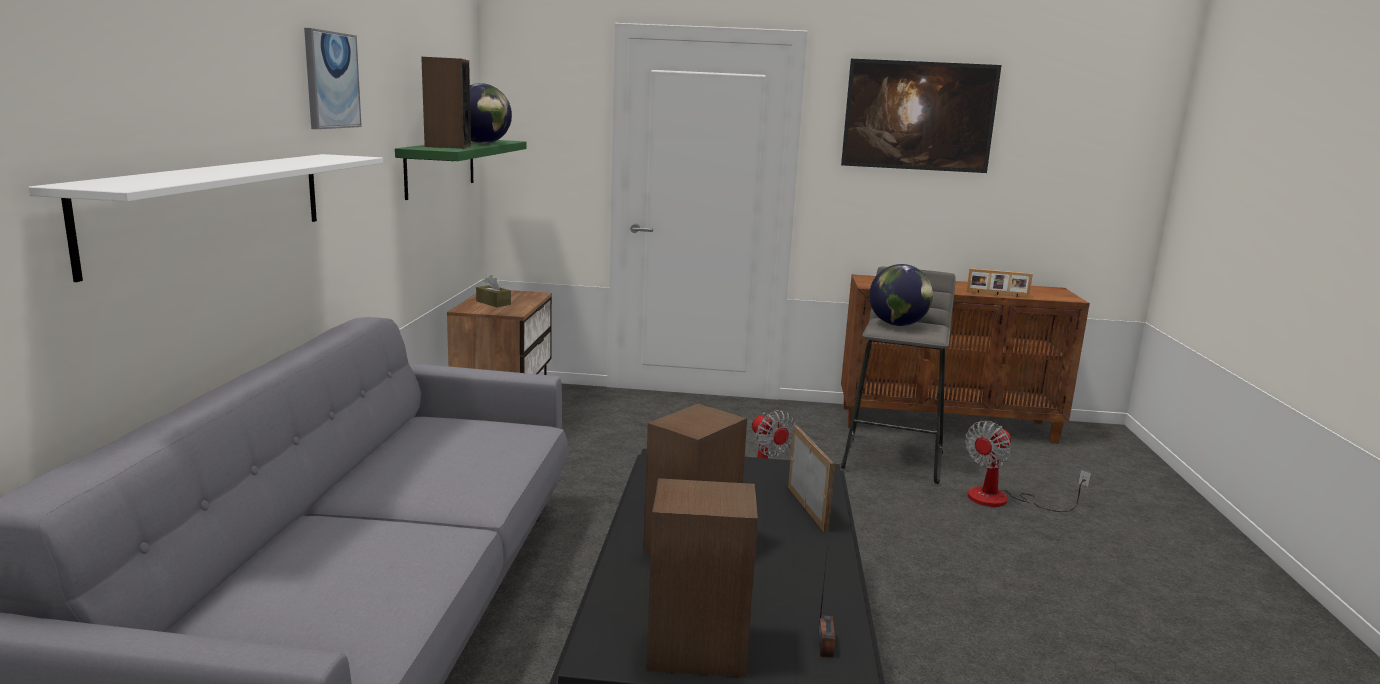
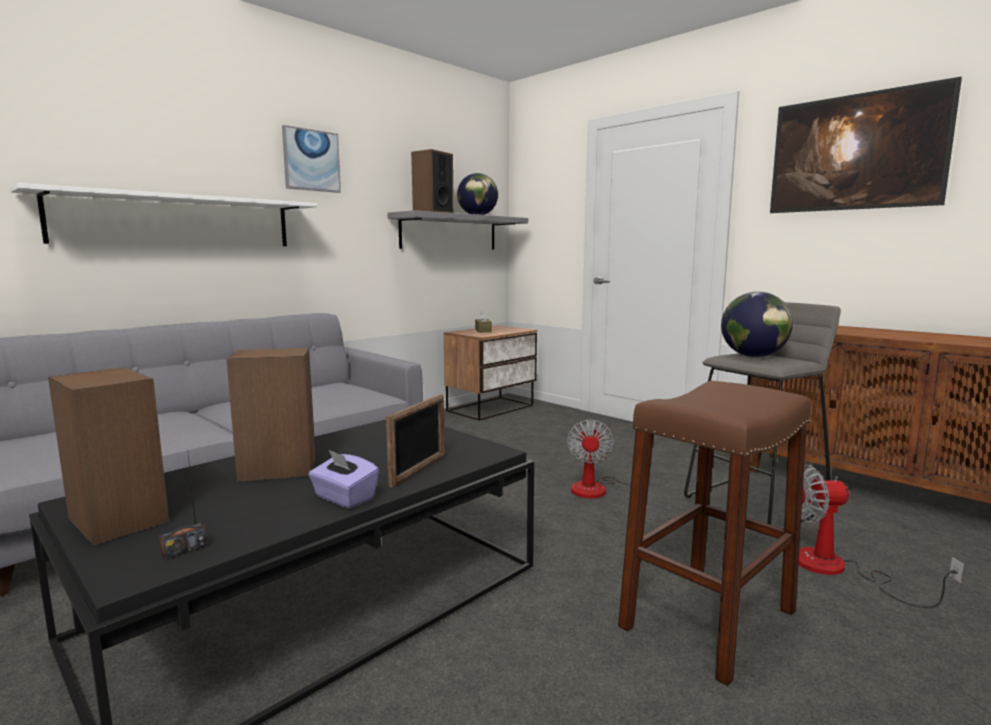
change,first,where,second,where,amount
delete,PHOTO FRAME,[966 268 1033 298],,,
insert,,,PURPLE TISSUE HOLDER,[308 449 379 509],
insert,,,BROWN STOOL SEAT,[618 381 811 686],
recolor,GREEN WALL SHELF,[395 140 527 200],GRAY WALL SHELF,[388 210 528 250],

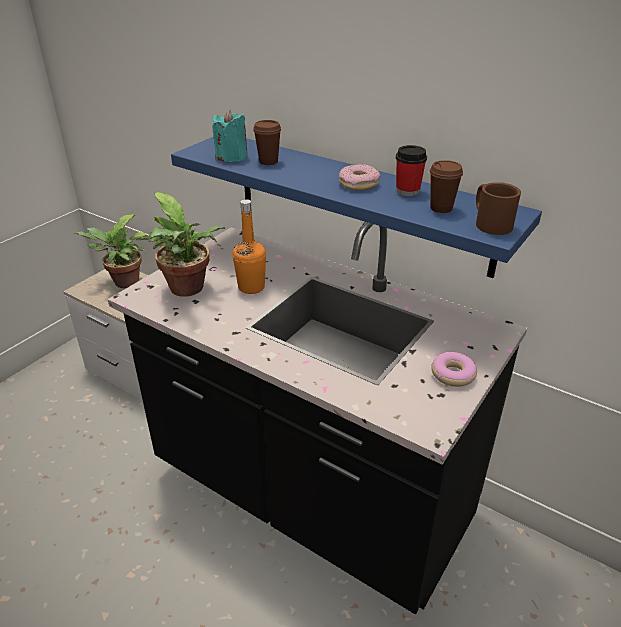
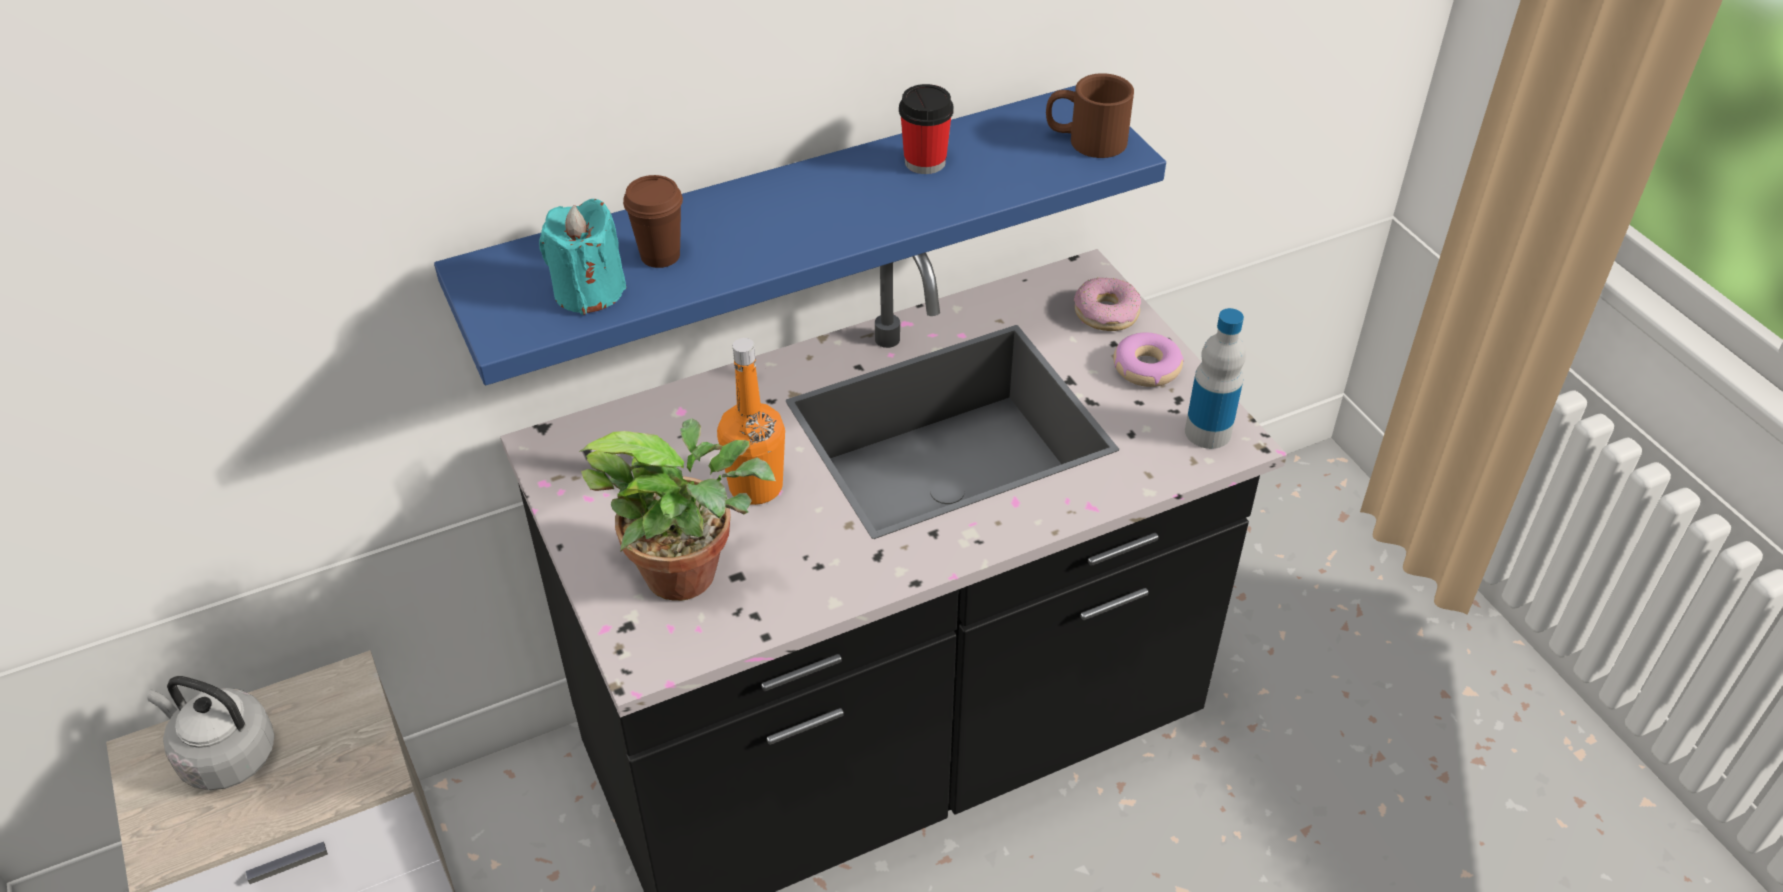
change,first,where,second,where,amount
delete,BROWN CUP,[429 160 463 213],,,
insert,,,BOTTLE,[1185 308 1246 449],
move,DOUGHNUT,[339 164 381 191],,[1074 277 1141 331],
replace,HOUSEPLANT,[74 214 149 288],GRAY TEA KETTLE,[147 676 275 790],

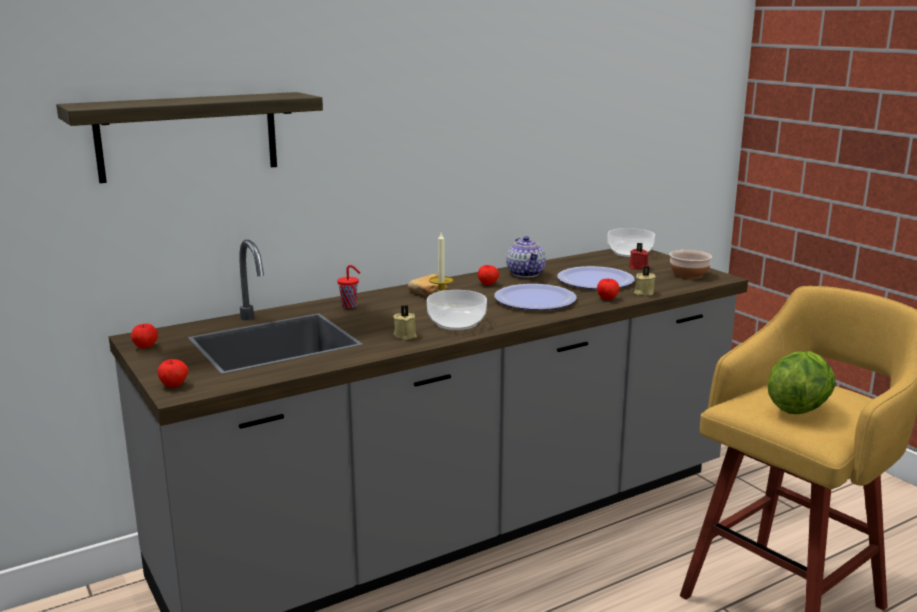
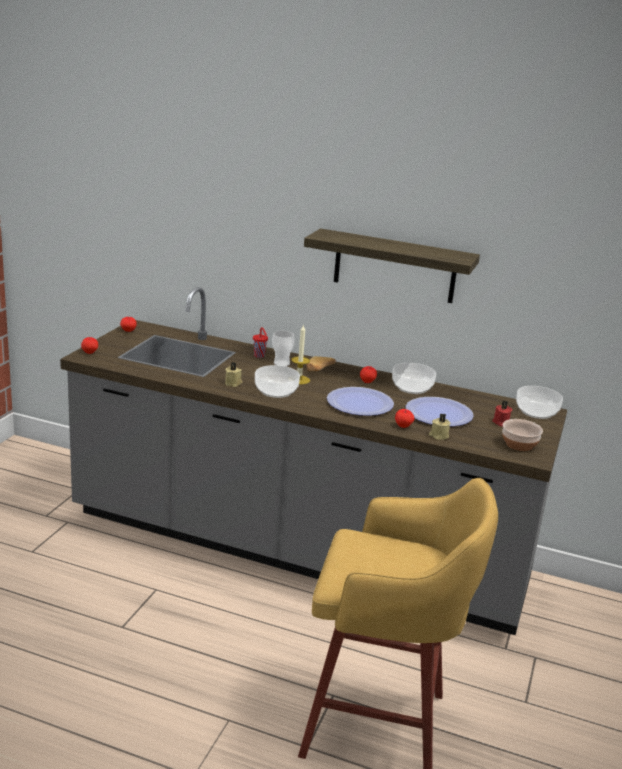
change,first,where,second,where,amount
delete,LETTUCE HEAD,[767 351 836 414],,,
insert,,,CUP,[272 331 295 367],
move,WALL SHELF,[56 92 323 183],,[304 228 480 303],
replace,POT FOR TEA,[506 236 546 278],DEEP DISH,[392 363 436 394],

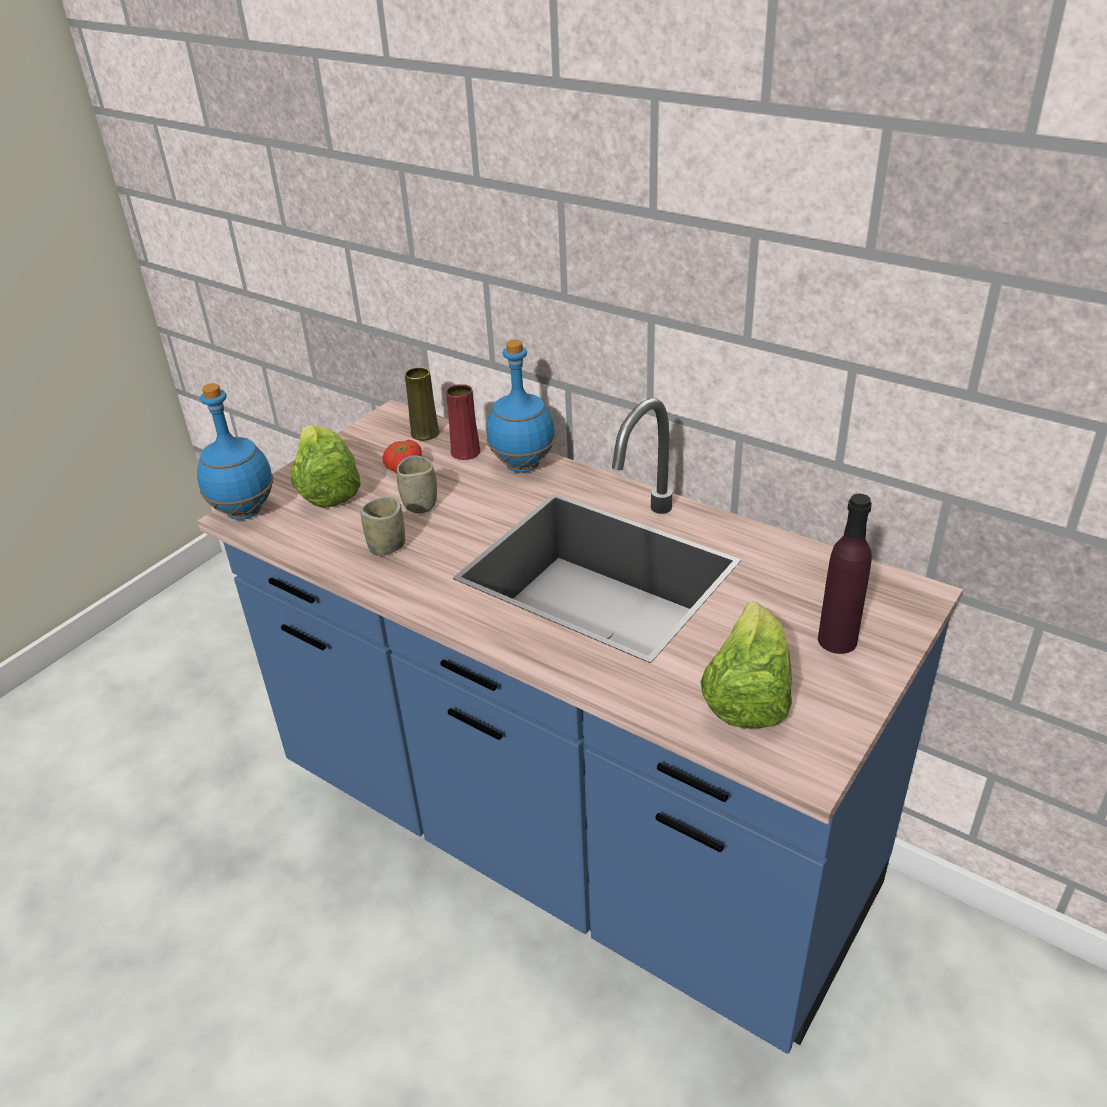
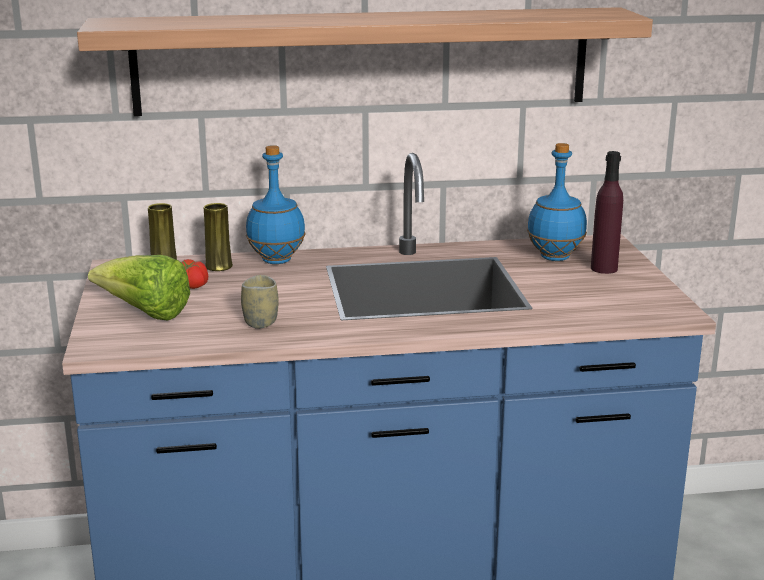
change,first,where,second,where,amount
delete,CUP,[397 455 437 513],,,
delete,LETTUCE HEAD,[700 601 792 728],,,
insert,,,WALL SHELF,[77 7 653 116],
move,BLUE-COLOURED BOTTLE,[197 383 273 520],,[527 143 587 261],
recolor,RED VASE,[446 384 481 460],YELLOWISH VASE,[204 203 233 271],

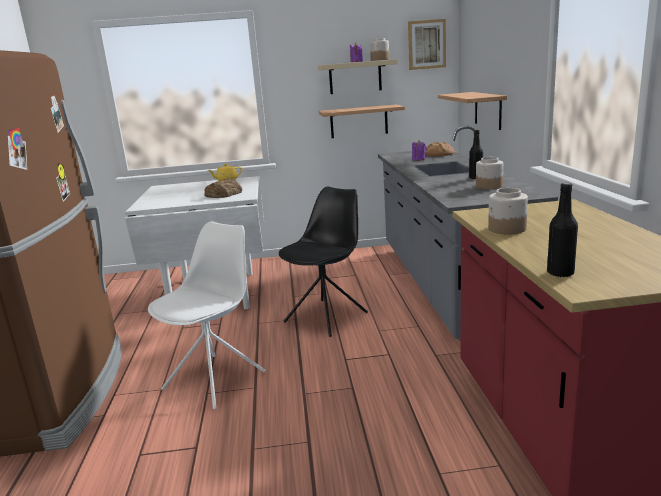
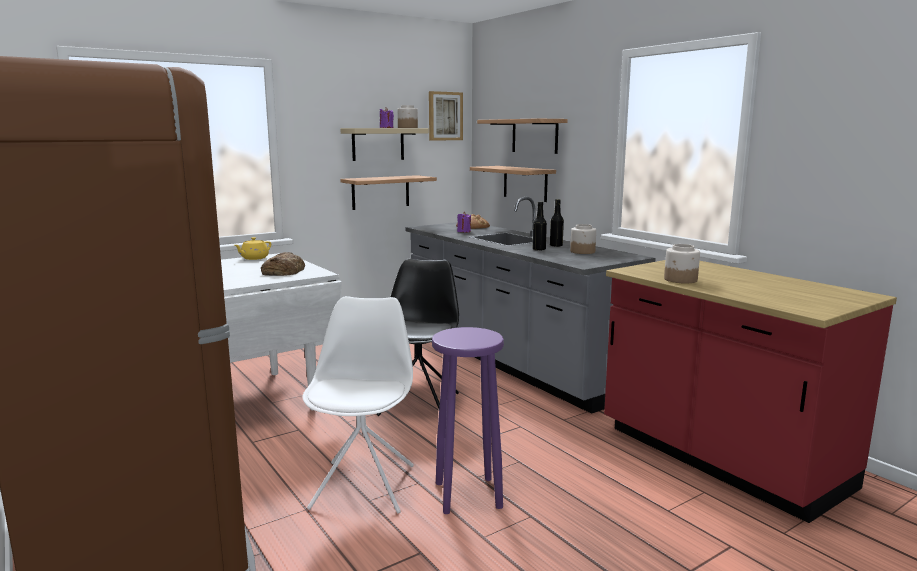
change,first,where,second,where,amount
insert,,,PURPLE STOOL SEAT,[432 327 504 514],
insert,,,WALL SHELF,[477 118 568 154],
move,BLACKISH BOTTLE,[547 183 578 277],,[533 201 547 251],

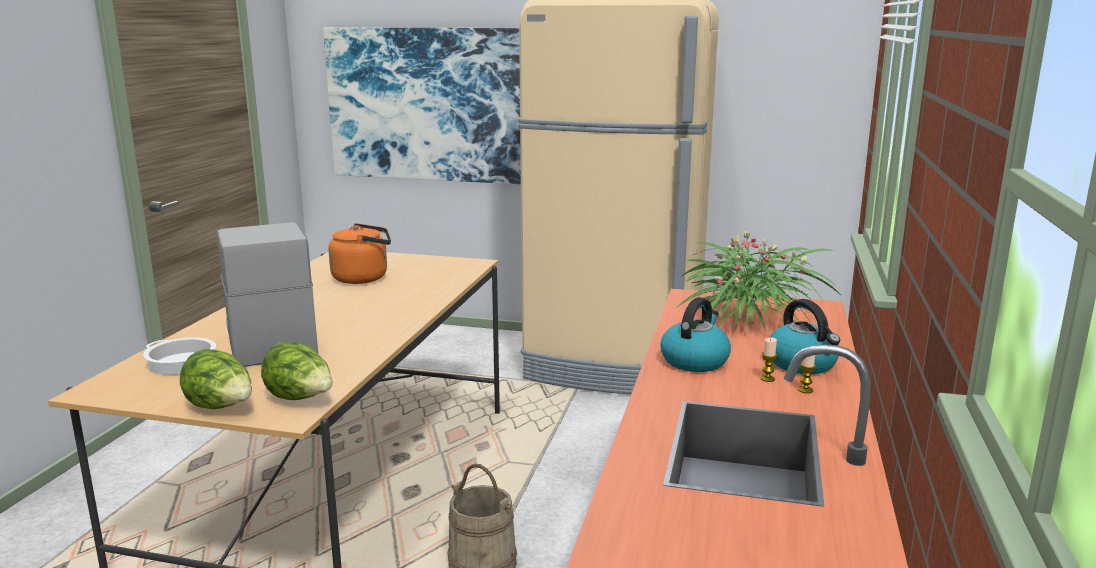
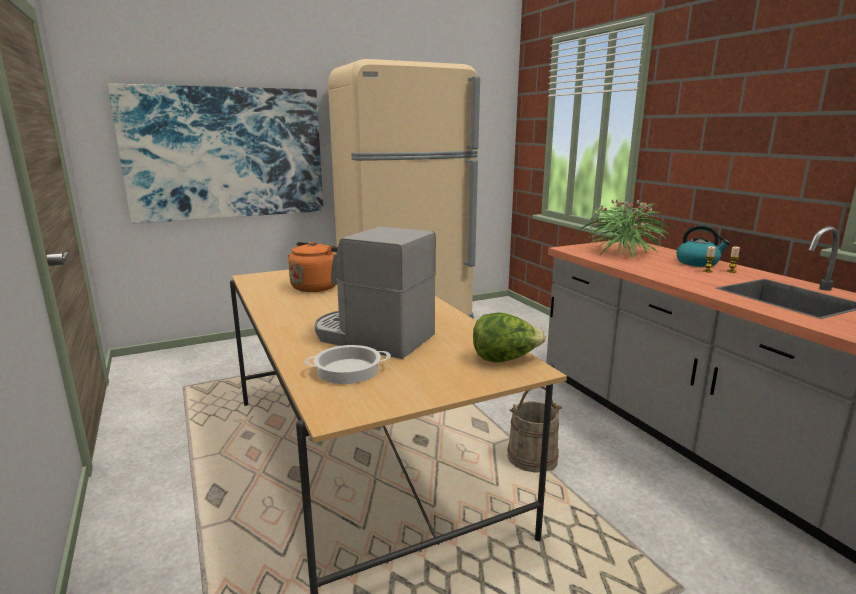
change,first,where,second,where,amount
delete,LETTUCE HEAD,[180 349 252 409],,,
delete,TEA KETTLE,[660 297 731 372],,,

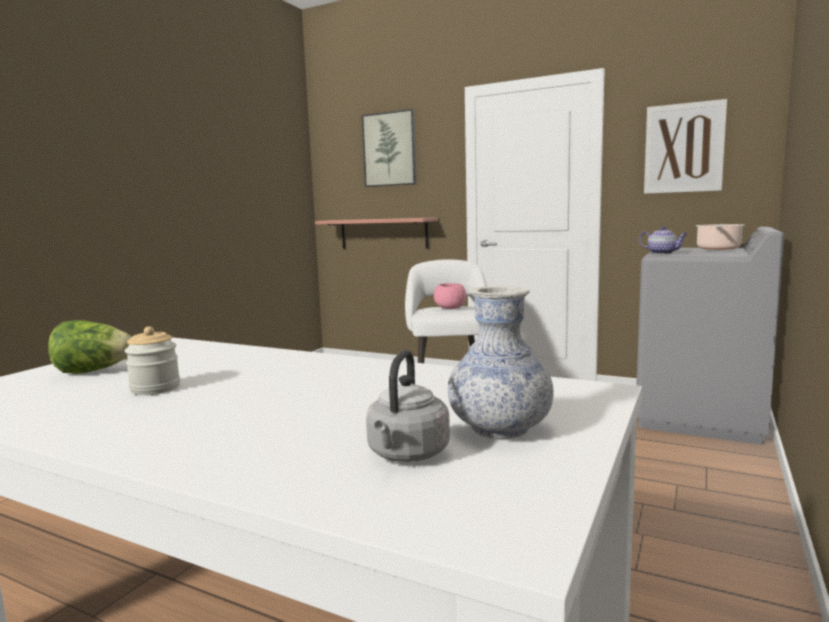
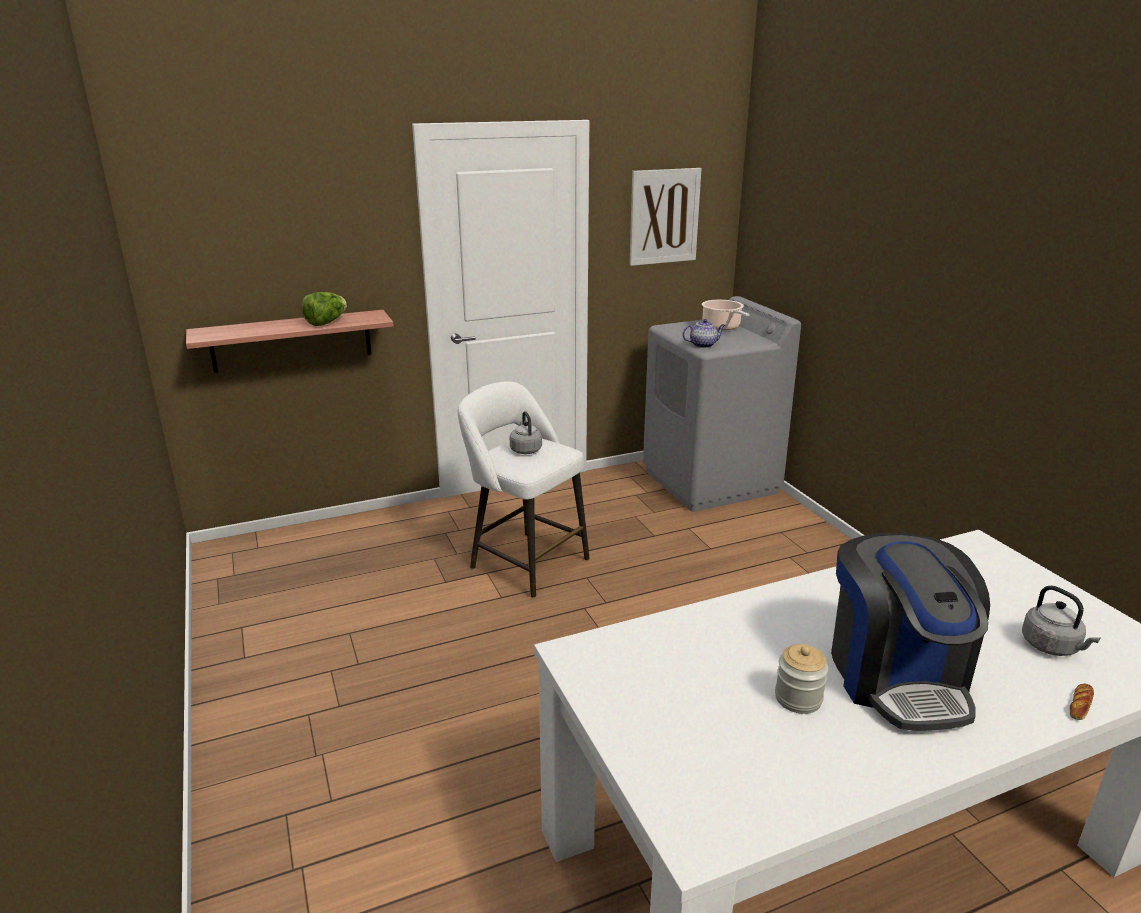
change,first,where,second,where,amount
delete,WALL PICTURE,[362 109 416 187],,,
delete,VASE,[448 286 554 439],,,
insert,,,COFFEE MACHINE,[831 533 990 731],
insert,,,BAKED BREAD,[1070 684 1094 720],
move,LETTUCE HEAD,[48 320 132 374],,[301 292 347 326],
replace,PINK DEEP DISH,[434 283 466 309],GRAY TEA KETTLE,[510 411 542 454],

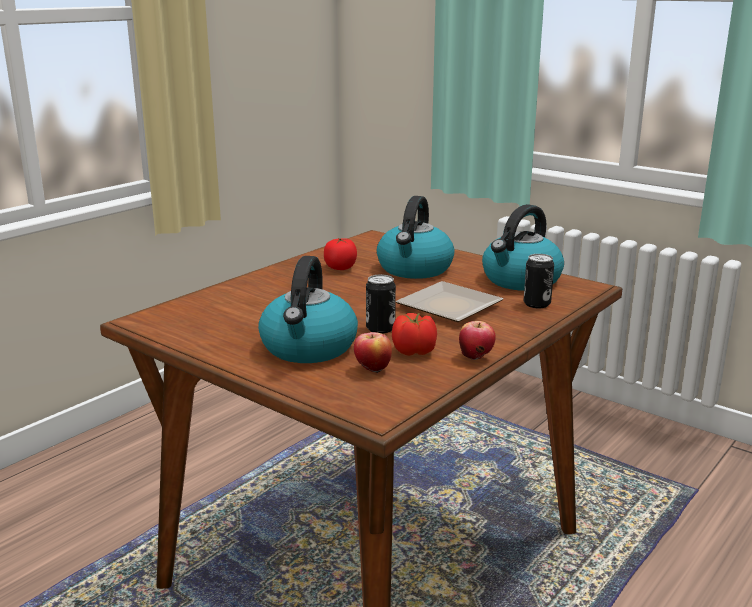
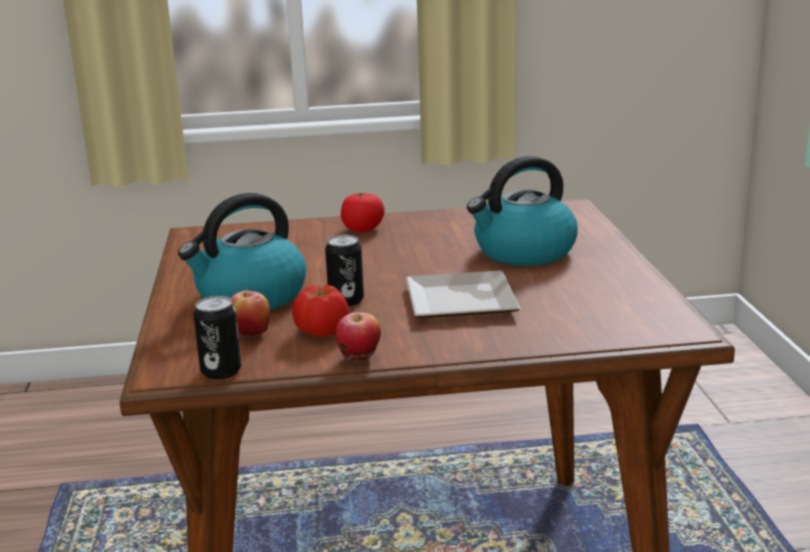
change,first,where,second,where,amount
delete,TEA KETTLE,[482 204 564 291],,,
move,FRESH TOMATO,[324 238 357 270],,[341 193 385 232],
move,METAL CAN,[524 254 554 308],,[193 296 241 379],

